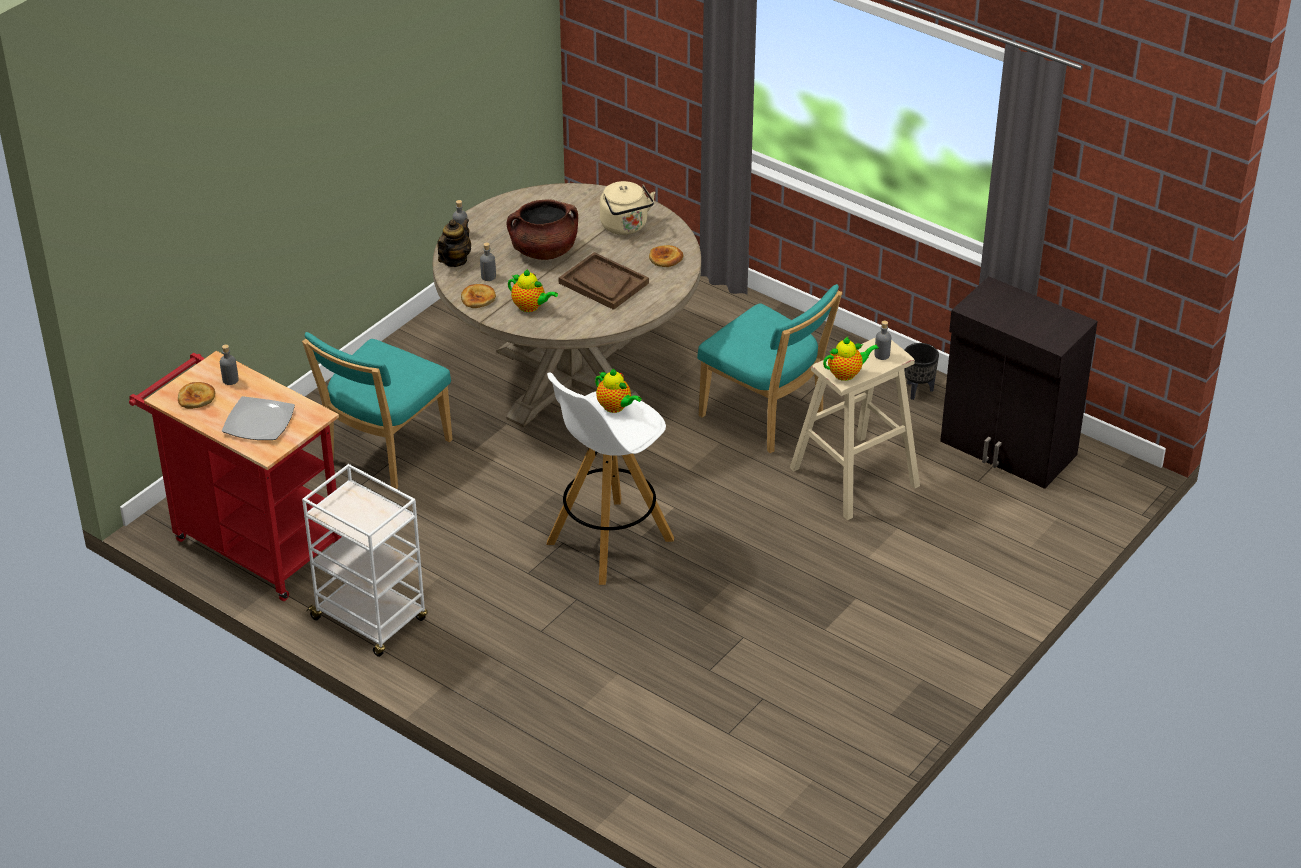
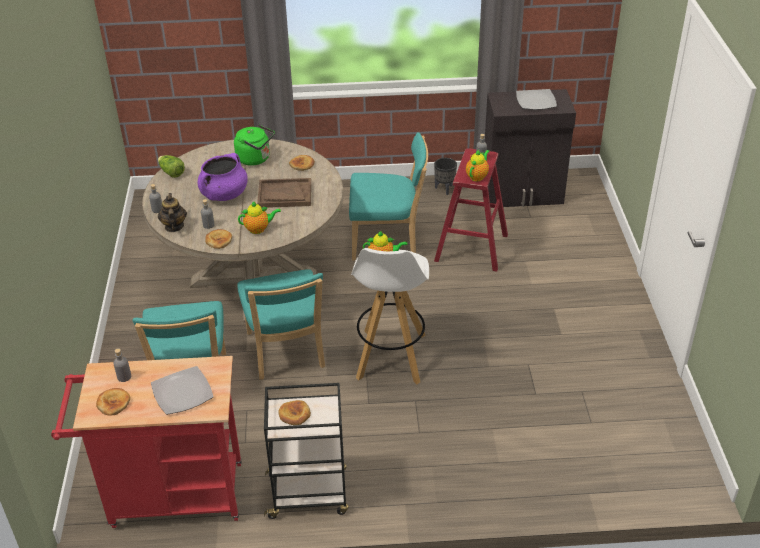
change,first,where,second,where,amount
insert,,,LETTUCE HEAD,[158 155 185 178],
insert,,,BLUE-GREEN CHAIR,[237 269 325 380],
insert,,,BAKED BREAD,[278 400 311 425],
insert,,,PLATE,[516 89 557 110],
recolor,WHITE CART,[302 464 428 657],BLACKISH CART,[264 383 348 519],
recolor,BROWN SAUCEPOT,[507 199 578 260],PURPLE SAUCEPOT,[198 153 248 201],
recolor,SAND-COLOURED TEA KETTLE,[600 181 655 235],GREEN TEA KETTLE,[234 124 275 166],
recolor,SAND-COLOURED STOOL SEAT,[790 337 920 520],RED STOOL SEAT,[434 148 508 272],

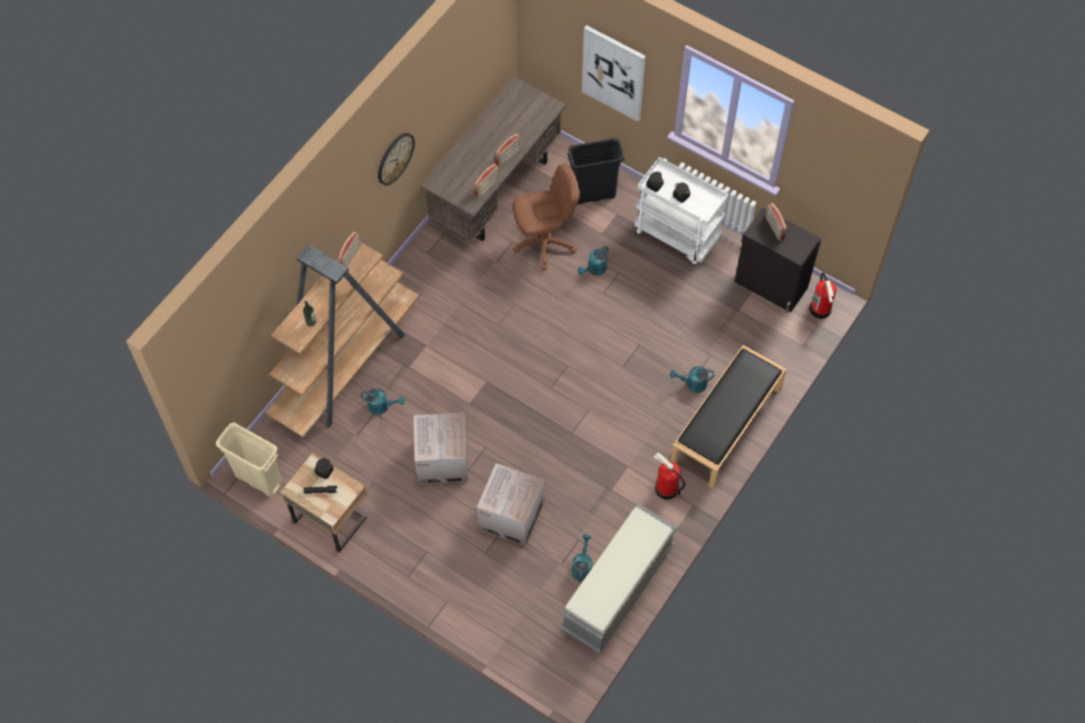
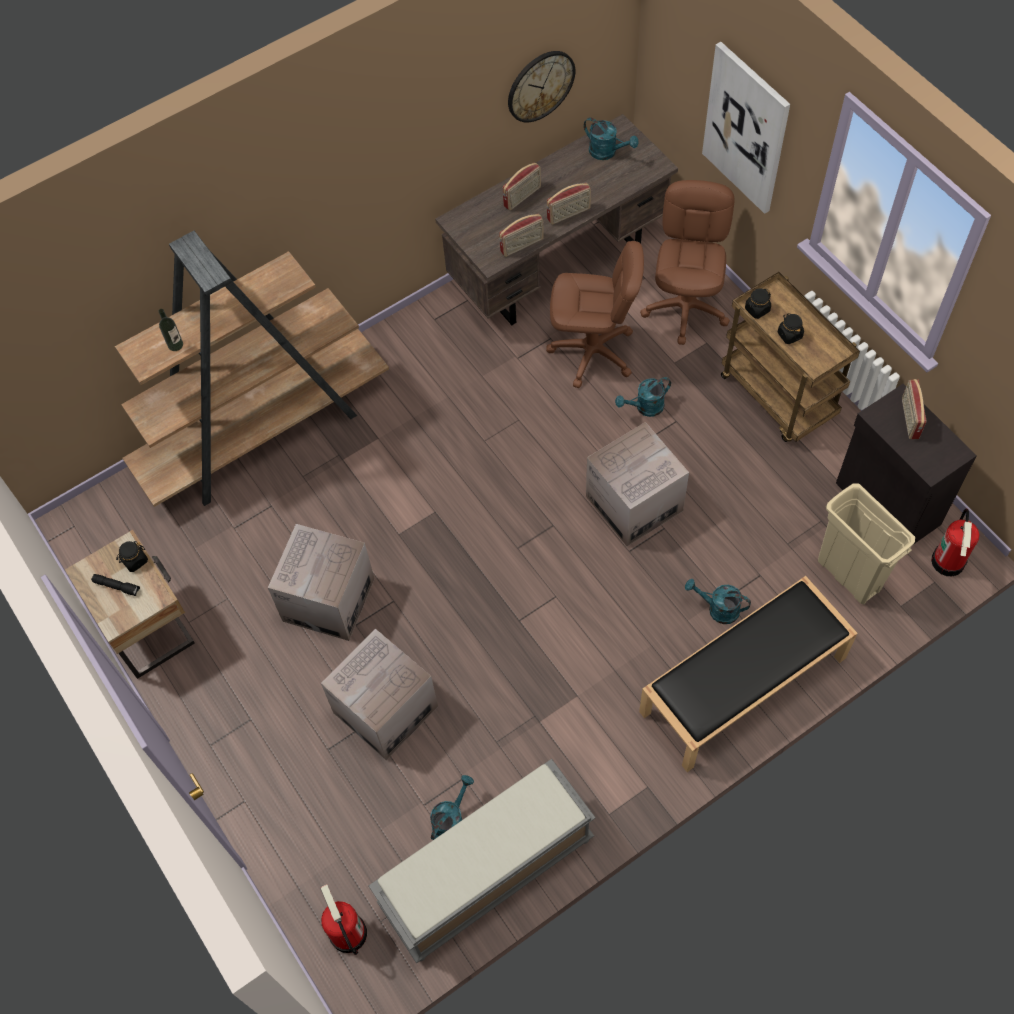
change,first,where,second,where,amount
insert,,,CARTON,[586 422 689 546],
move,SAND-COLOURED WASTE BIN,[216 422 282 497],,[818 484 915 604],
move,RADIO,[337 232 361 267],,[503 162 541 211],
move,BLUE-GREEN SPRINKLING CAN,[361 388 405 415],,[584 118 639 160],
move,HANGING CLOCK,[378 133 415 185],,[508 51 575 122],
move,FIRE EXTINGUISHER,[653 452 685 500],,[320 884 367 955],
replace,BLACKISH WASTE BIN,[567 138 625 205],BROWN DESK CHAIR,[640 180 735 345],
recolor,WHITE CART,[634 157 729 265],BROWN CART,[721 272 860 442],

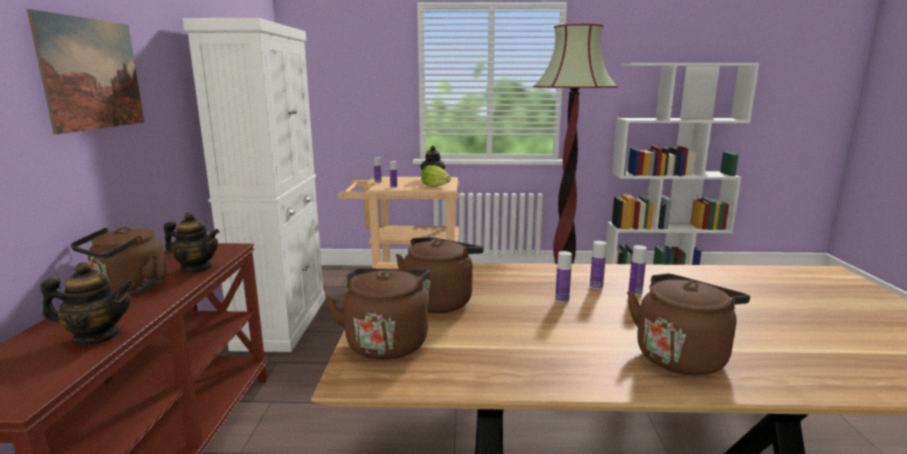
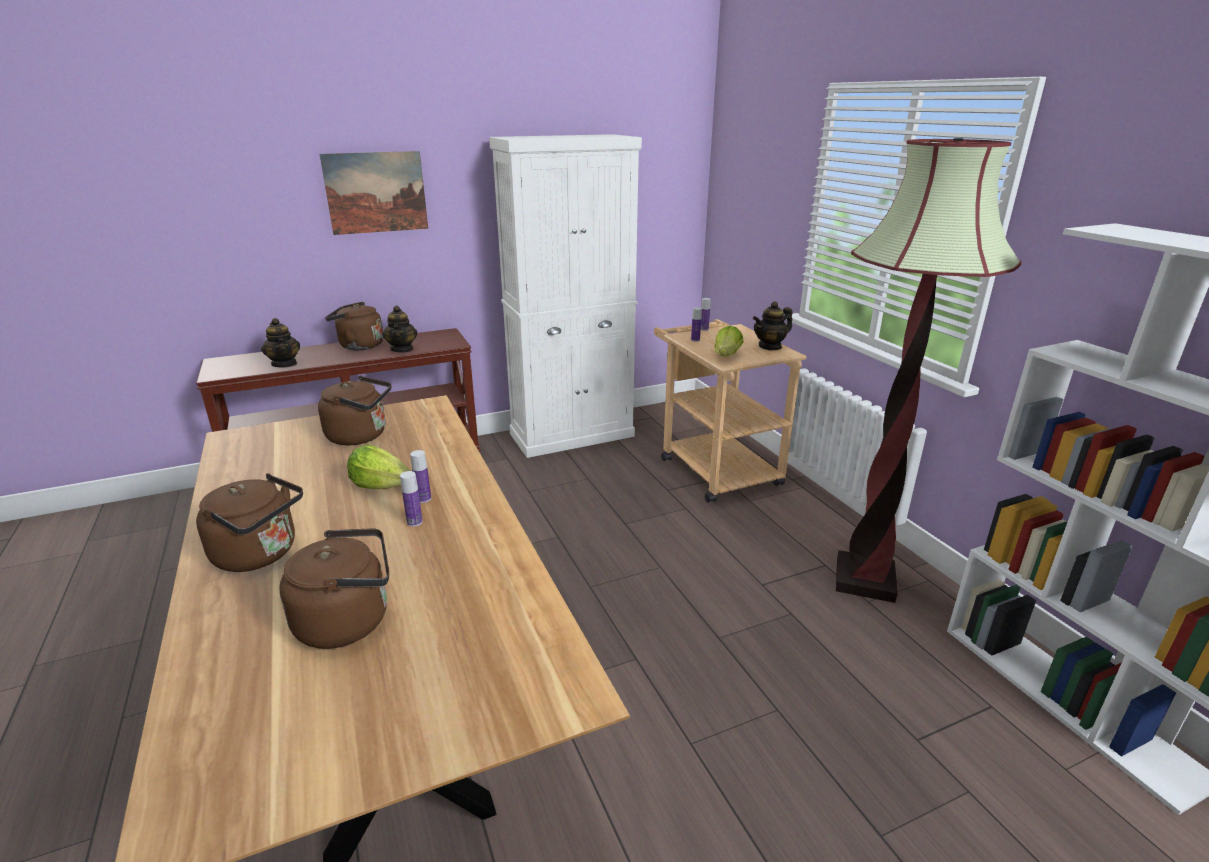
change,first,where,second,where,amount
move,BROWN TEA KETTLE,[325 268 430 360],,[280 529 389 649],
replace,BOTTLE,[555 251 572 303],LETTUCE HEAD,[347 445 411 489],

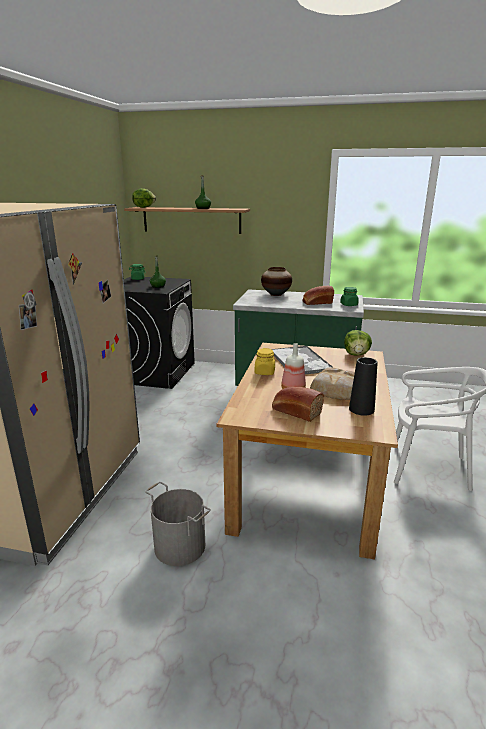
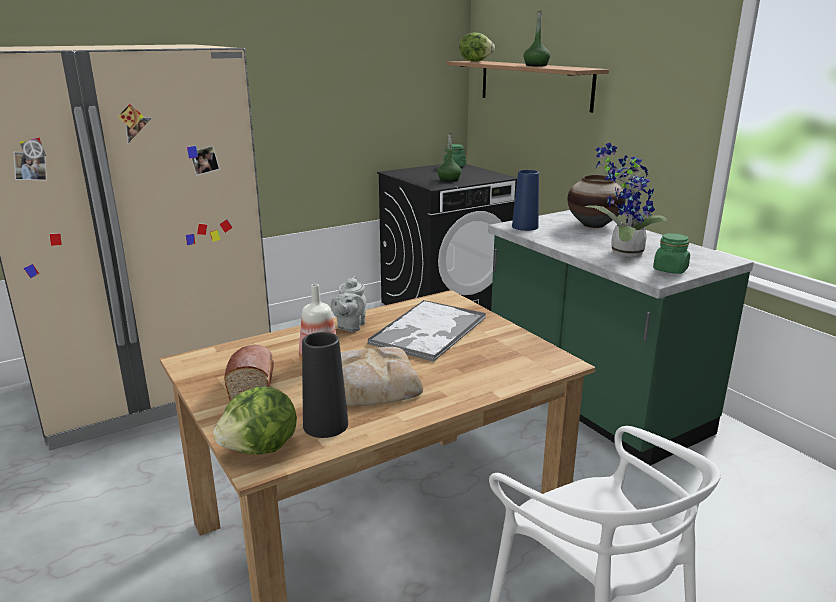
change,first,where,second,where,amount
delete,GRAY WATER BUCKET,[145 482 211 566],,,
insert,,,BLUE-COLOURED VASE,[512 170 539 231],
move,LETTUCE HEAD,[344 330 372 356],,[213 387 297 454],
replace,YELLOWISH PRESERVE JAR,[255 348 275 375],GRAY POT FOR TEA,[331 276 366 332],
replace,BAKED BREAD,[303 286 334 305],HOUSEPLANT,[585 143 667 257],

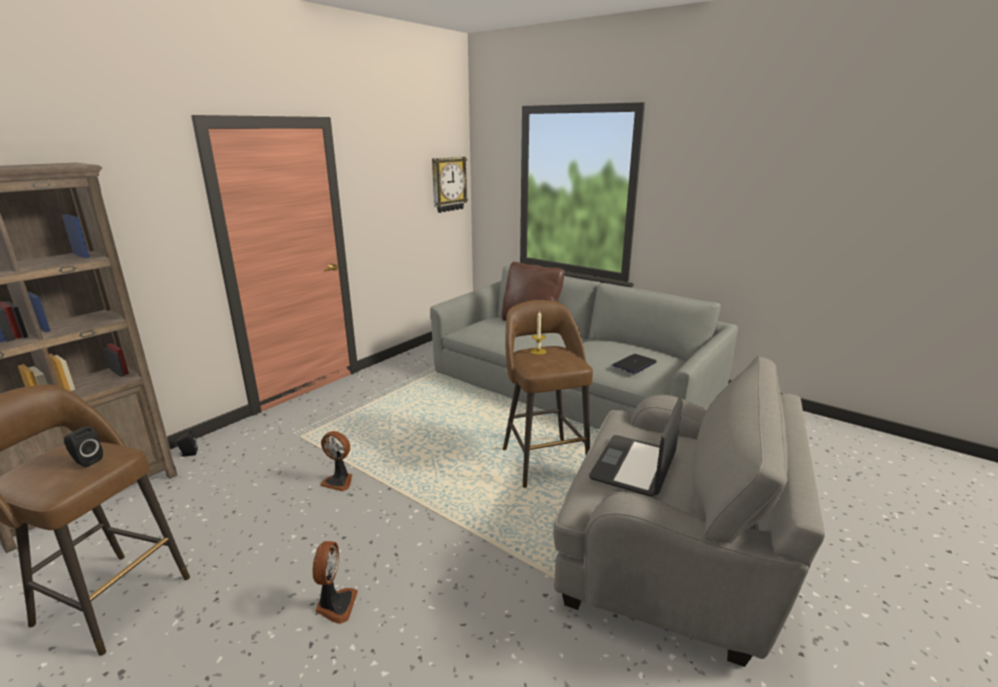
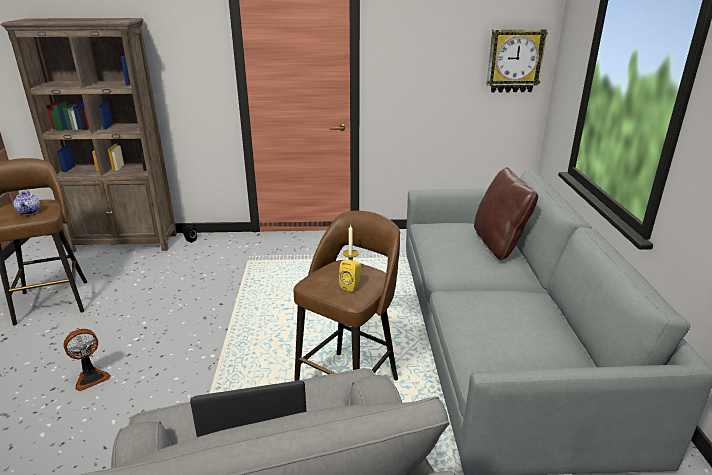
change,first,where,second,where,amount
delete,ELECTRIC FAN,[320 431 352 491],,,
delete,PORTABLE COMPUTER,[612 354 657 374],,,
insert,,,YELLOWISH LOUDSPEAKER,[339 260 362 292],
replace,BLACKISH LOUDSPEAKER,[64 426 103 467],POT FOR TEA,[14 190 40 215],

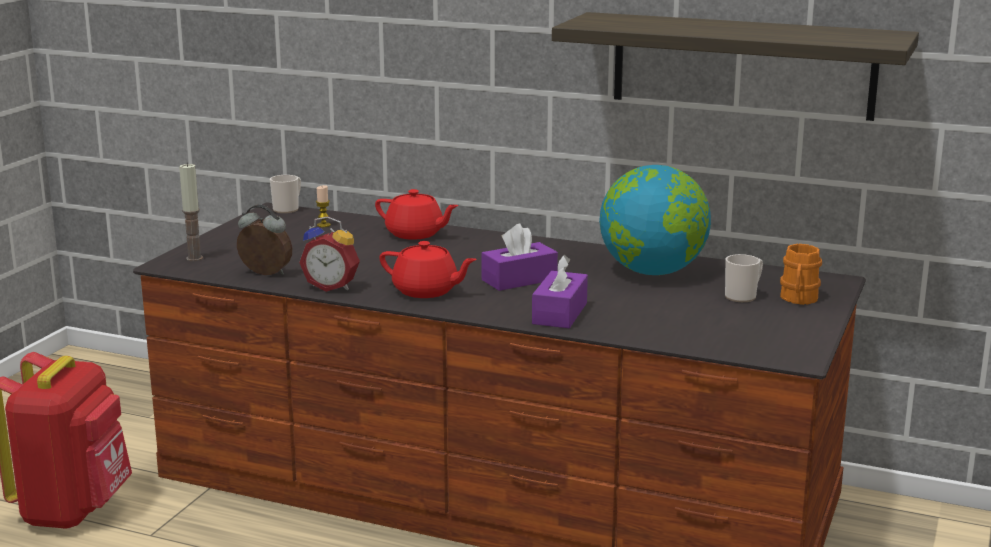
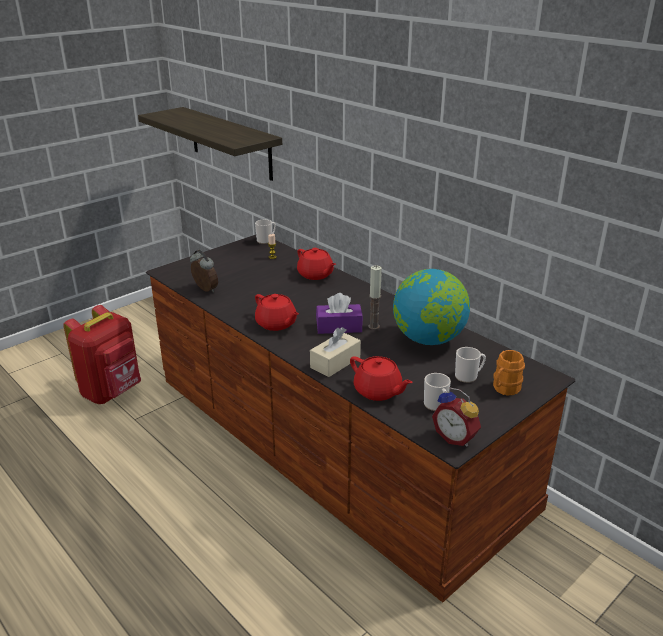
change,first,where,second,where,amount
insert,,,RED POT FOR TEA,[350 356 413 401],
insert,,,MUG,[424 373 451 411],
move,WAX LIGHT,[179 163 203 261],,[368 266 382 330],
move,ALARM CLOCK,[299 216 360 292],,[432 387 481 447],
move,WALL SHELF,[552 12 919 121],,[138 107 282 181],
recolor,PURPLE TISSUE HOLDER,[532 255 588 328],SAND-COLOURED TISSUE HOLDER,[310 327 361 377],

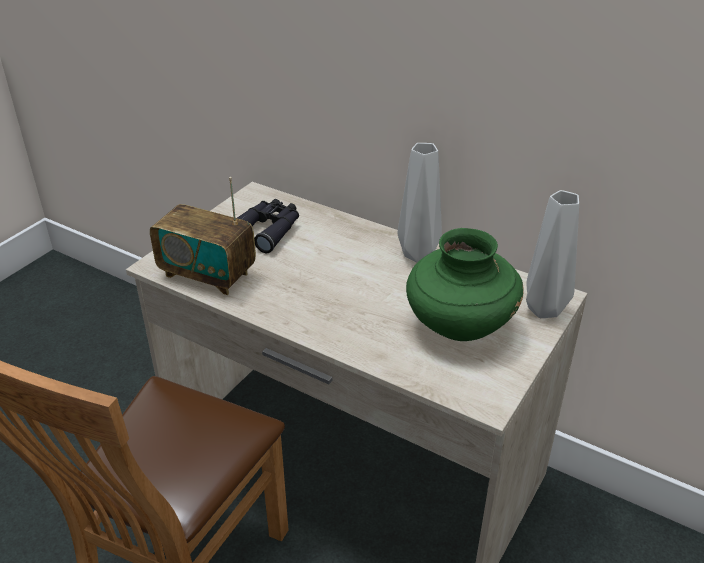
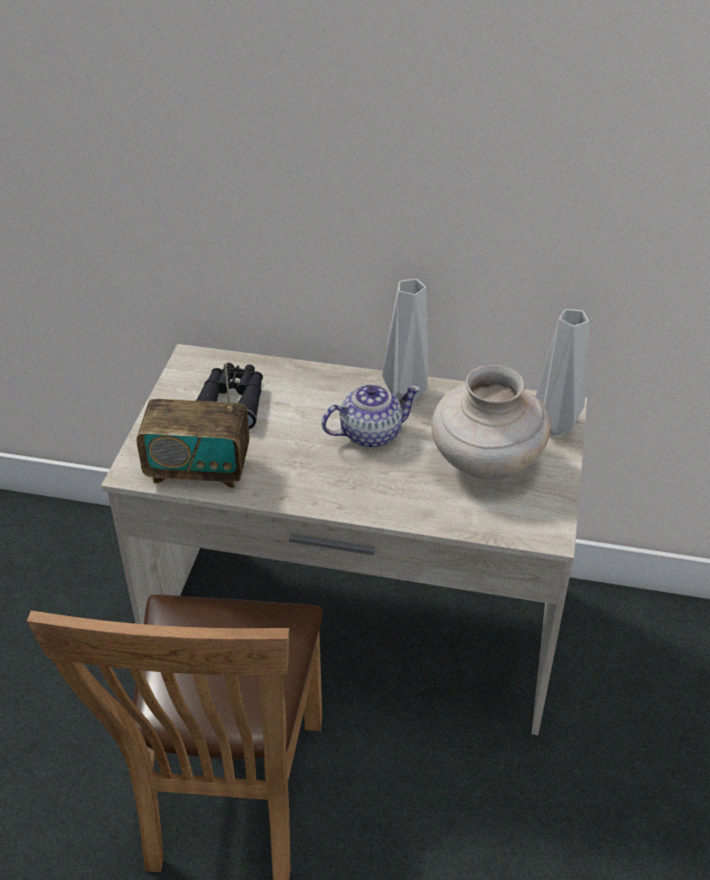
change,first,where,second,where,amount
insert,,,POT FOR TEA,[322 384 421 448],
recolor,GREEN VASE,[406 228 523 341],SAND-COLOURED VASE,[431 365 551 479],

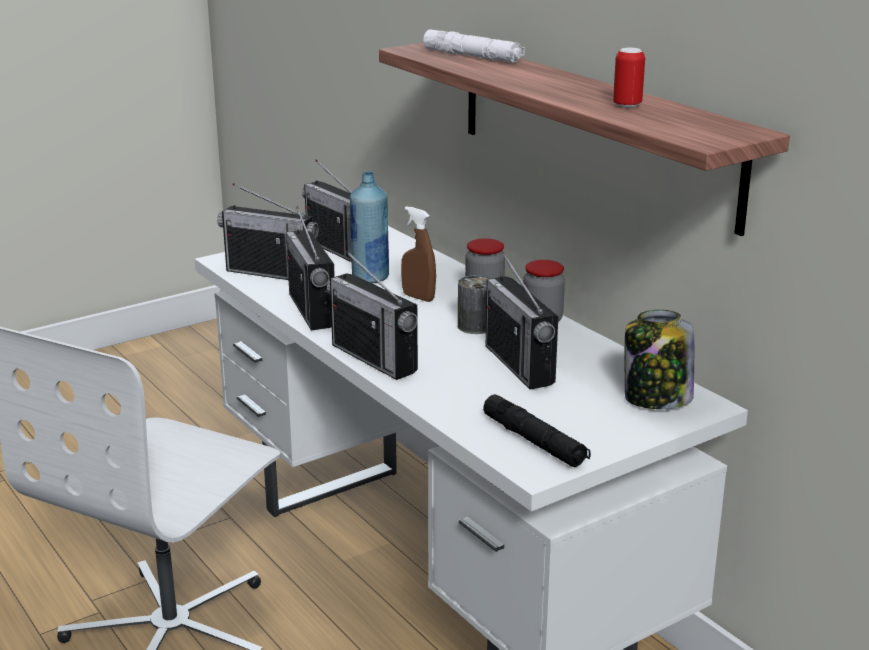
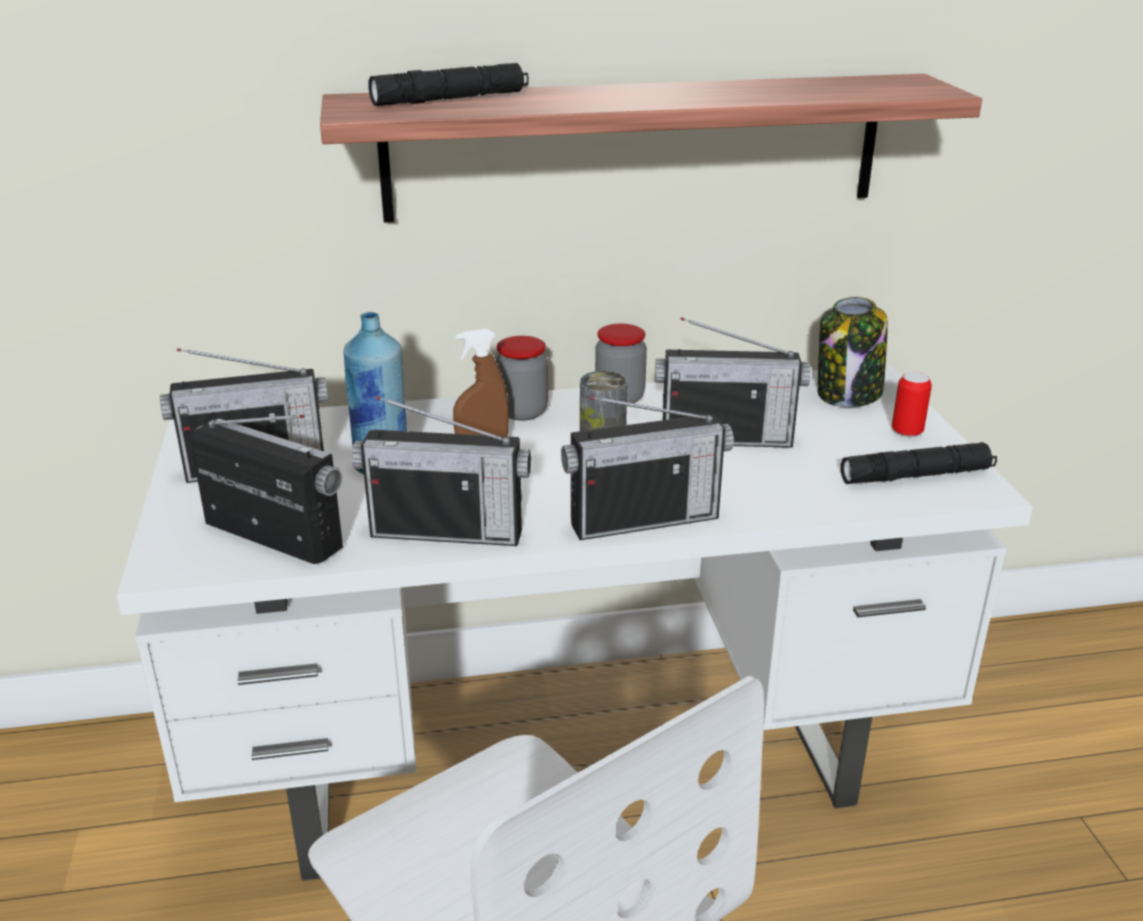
change,first,where,second,where,amount
move,METAL CAN,[613 48 645 108],,[892 372 932 437],
recolor,WHITE TORCH,[423 29 525 63],BLACKISH TORCH,[369 63 529 106],
rotate,RADIO,[217 183 319 280],,[190 415 343 564],105 degrees counterclockwise

